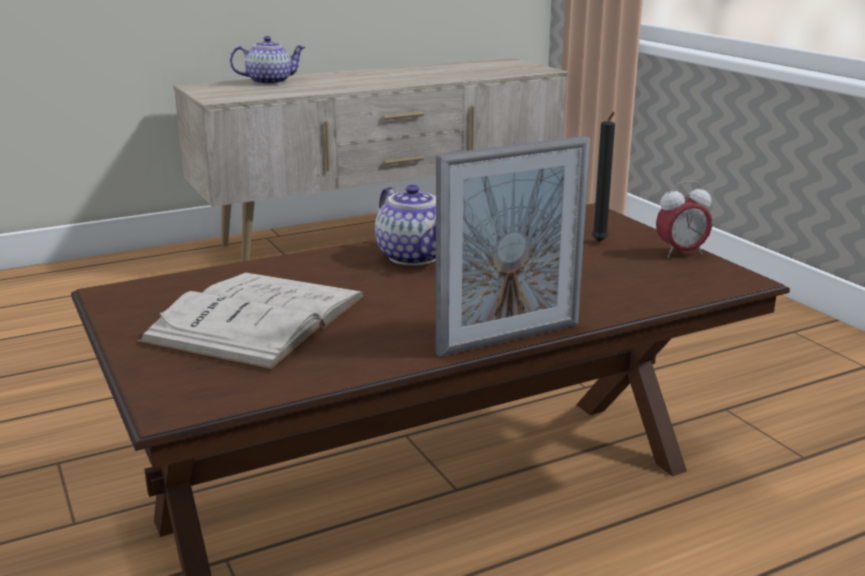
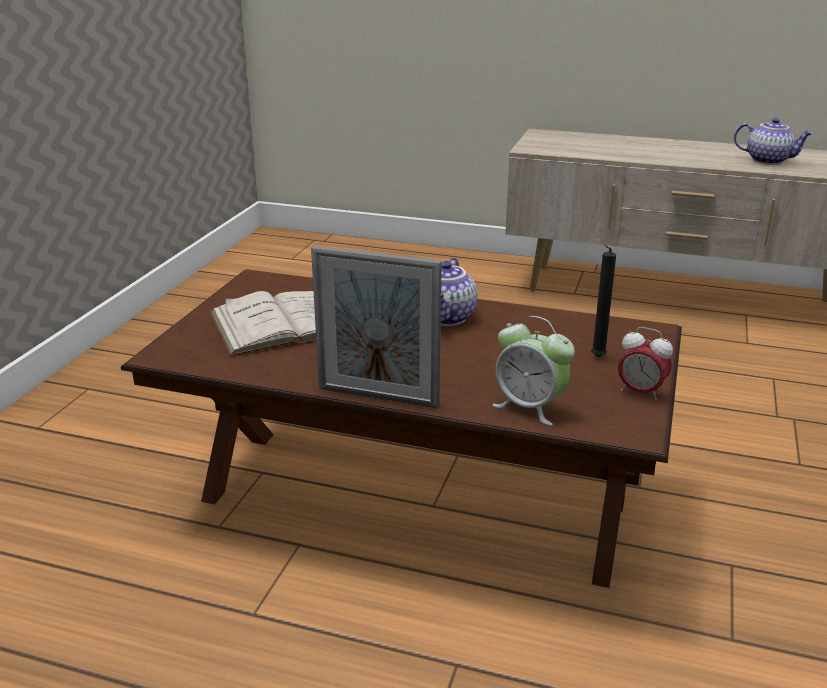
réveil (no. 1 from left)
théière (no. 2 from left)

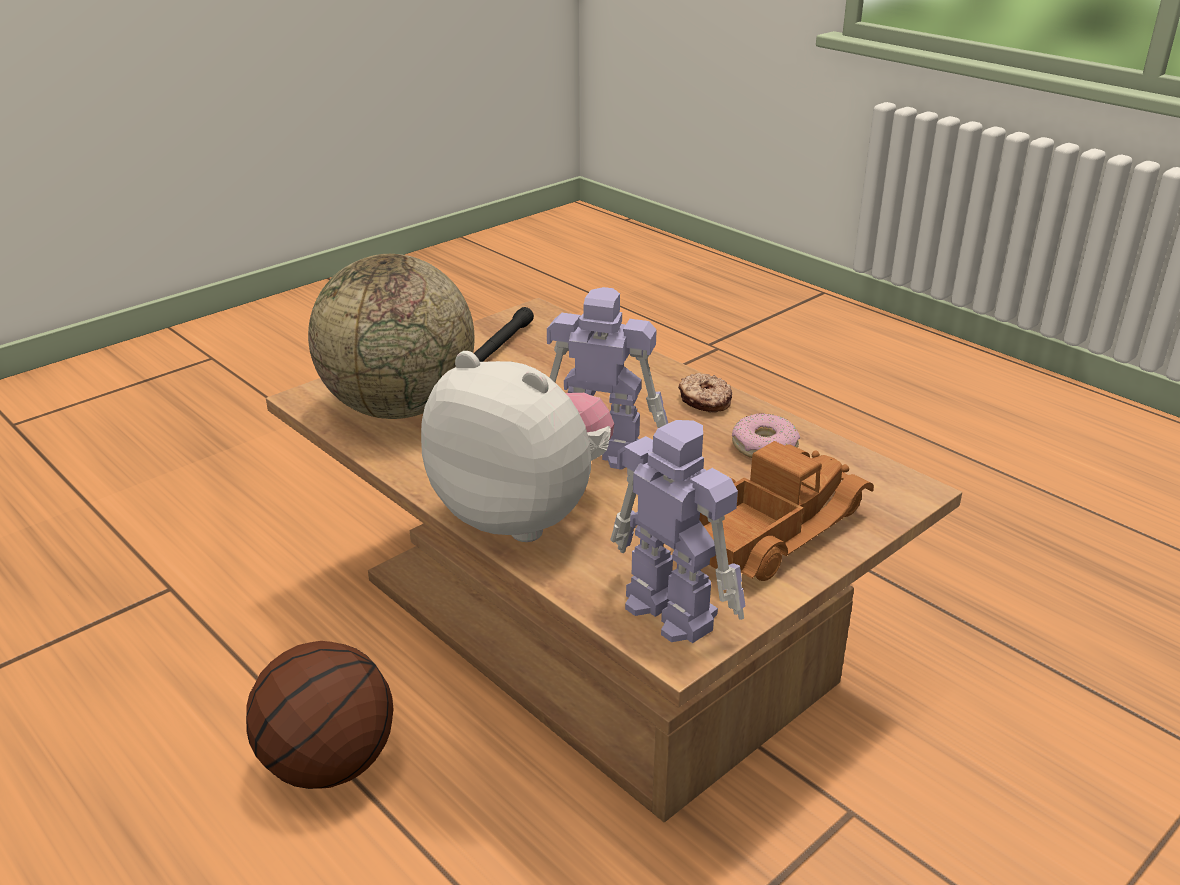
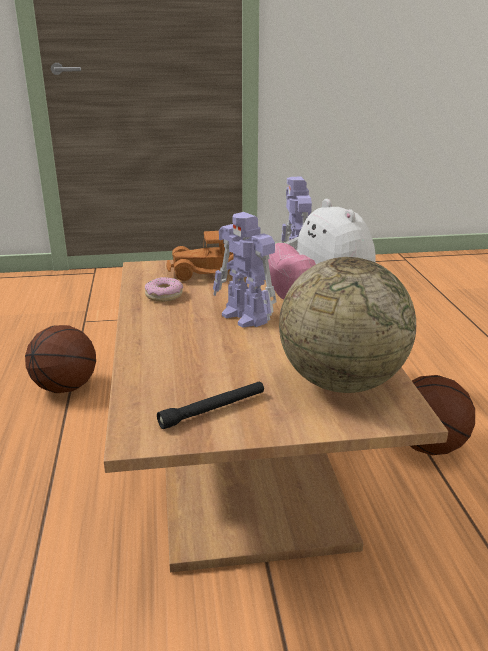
beignet (no. 1 from left in the first image)
ballon de basket (no. 1 from left)

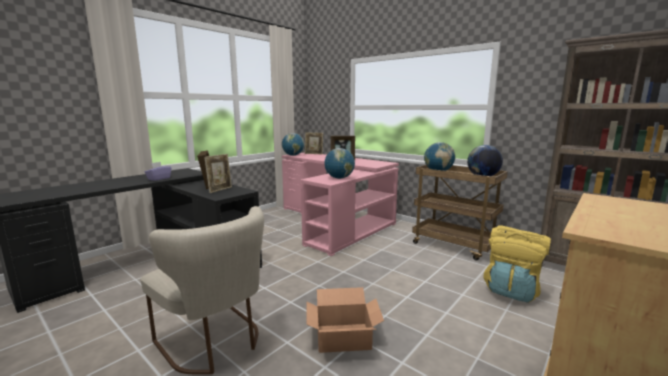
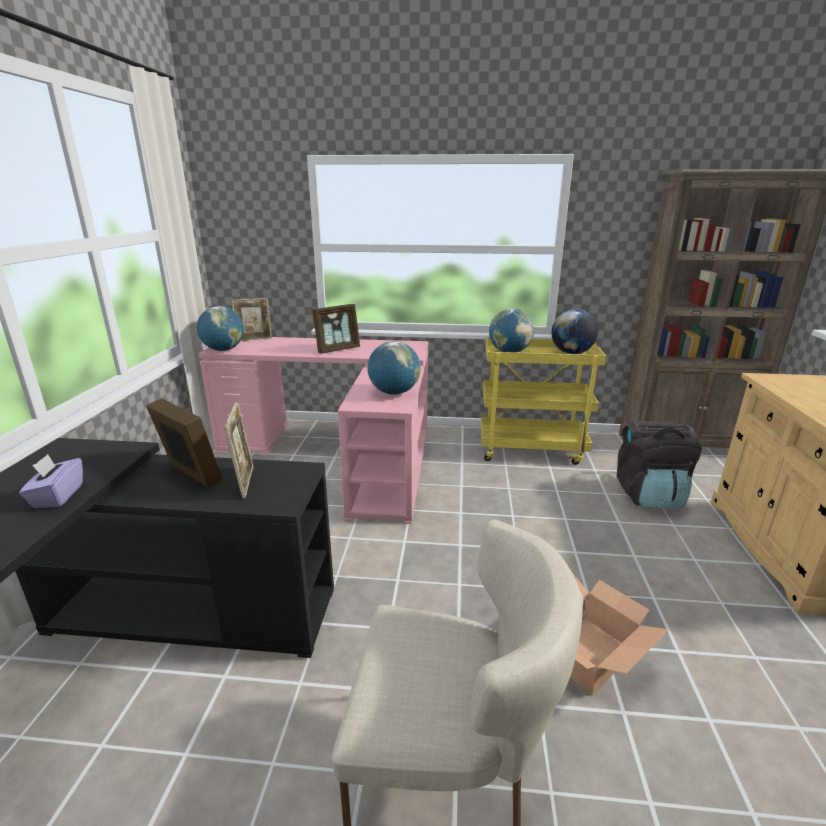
chariot [jaune]
sac à dos [noir]

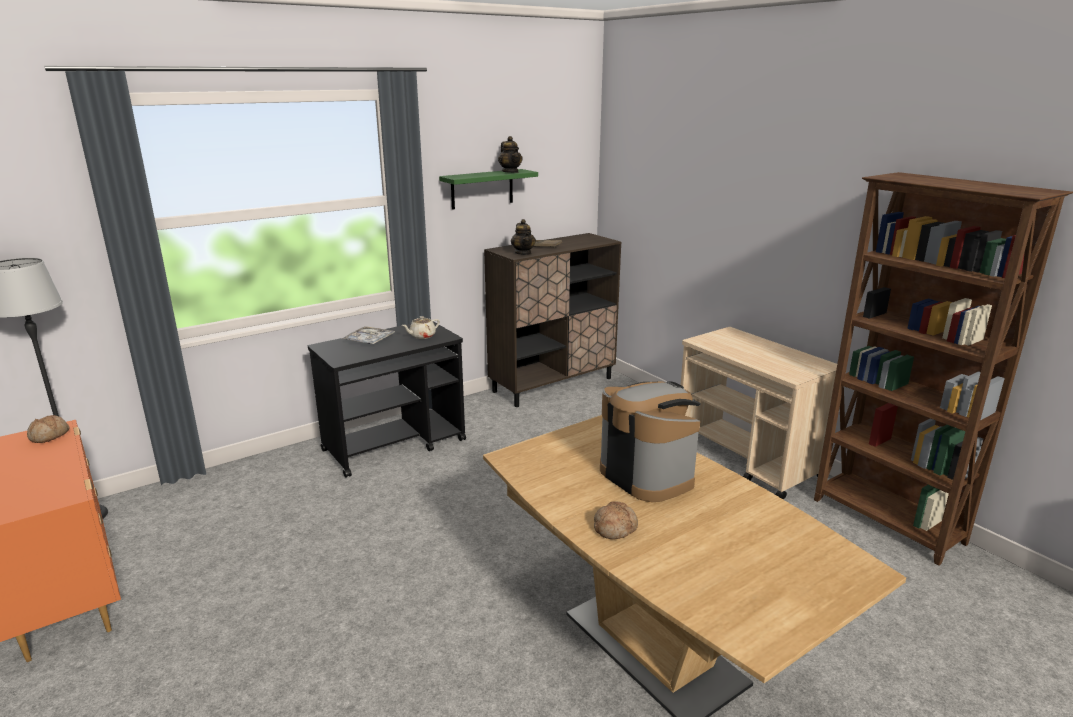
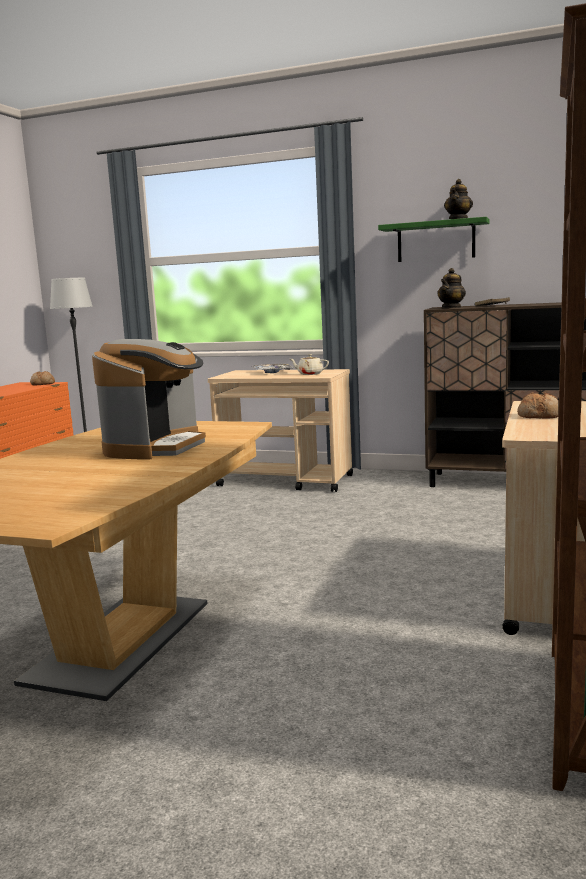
pain (no. 2 from left)
chariot [beige] (no. 1 from left)

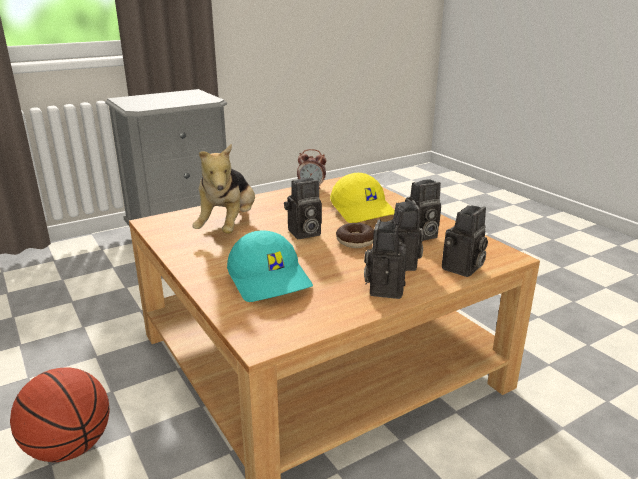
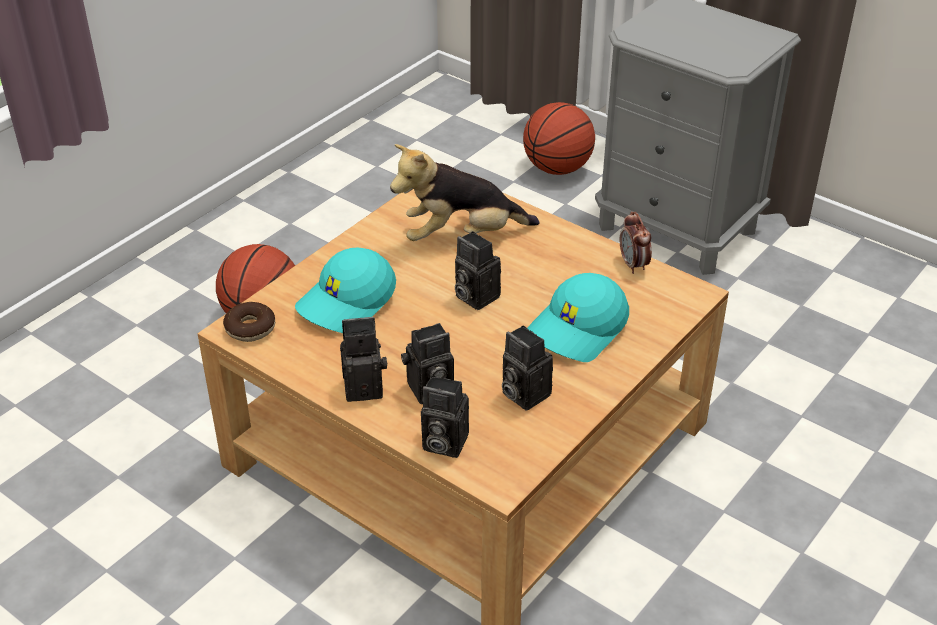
ballon de basket (no. 2 from left)
beignet
casquette [turquoise] (no. 2 from left)

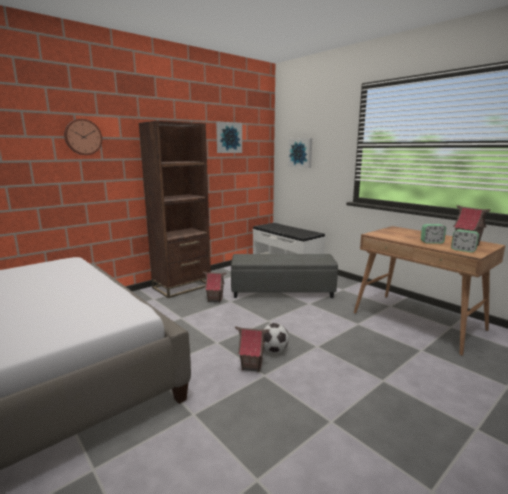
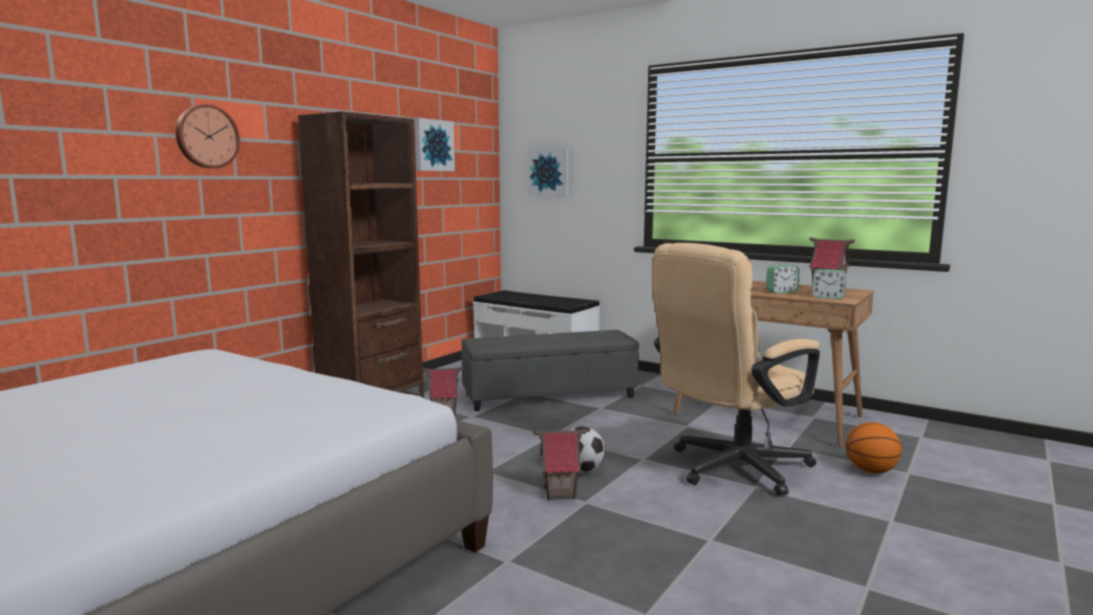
chaise de bureau [beige]
ballon de basket

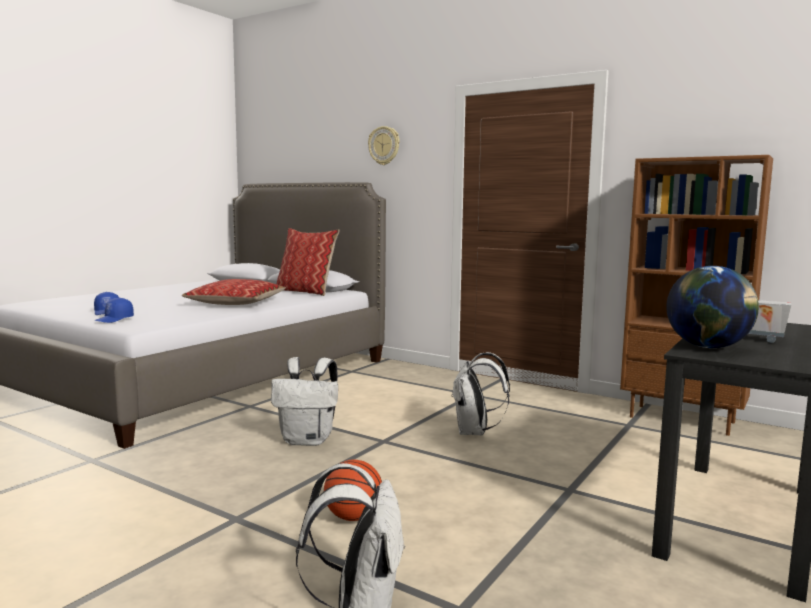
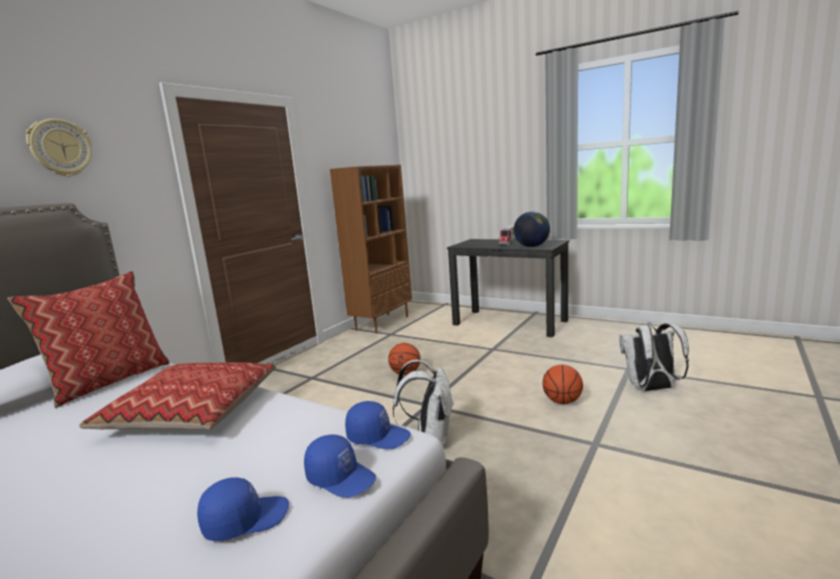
casquette [bleu] (no. 3 from left)
ballon de basket (no. 1 from left)

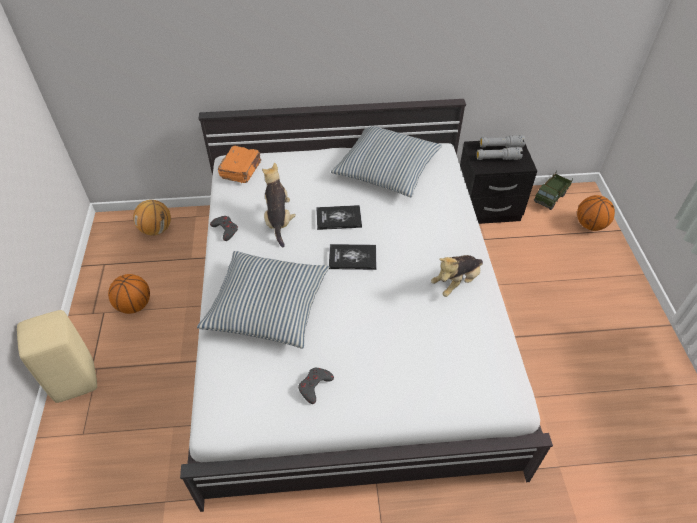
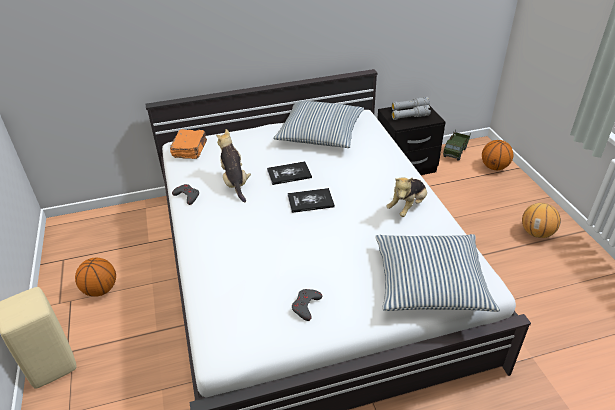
ballon de basket (no. 3 from left)
coussin (no. 2 from left)

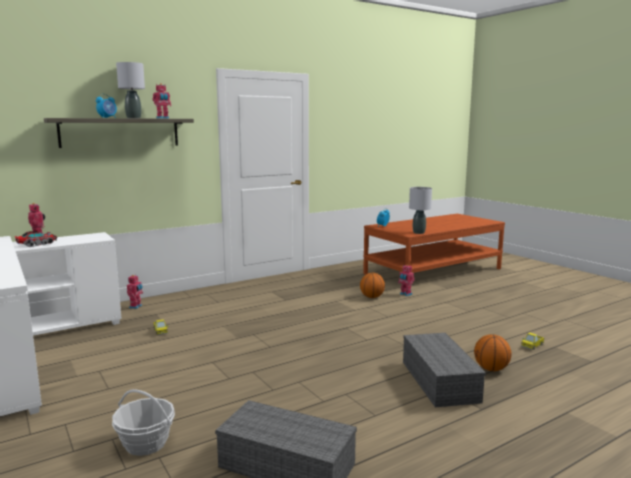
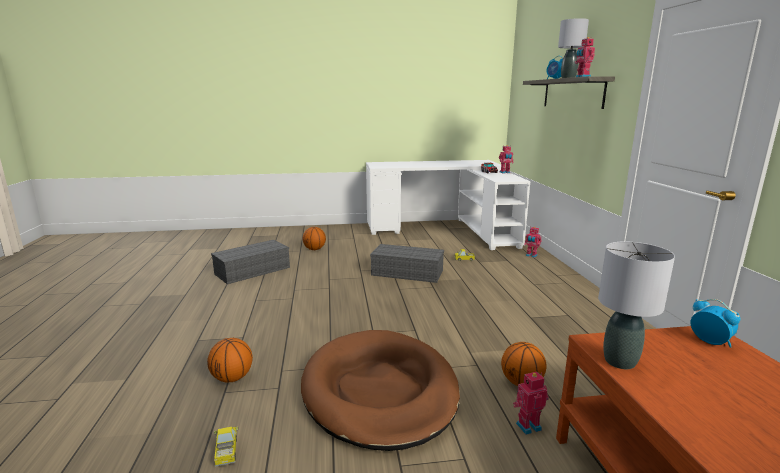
panier pour chien [marron]
boîte de rangement [gris] (no. 2 from left)
ballon de basket (no. 2 from left)

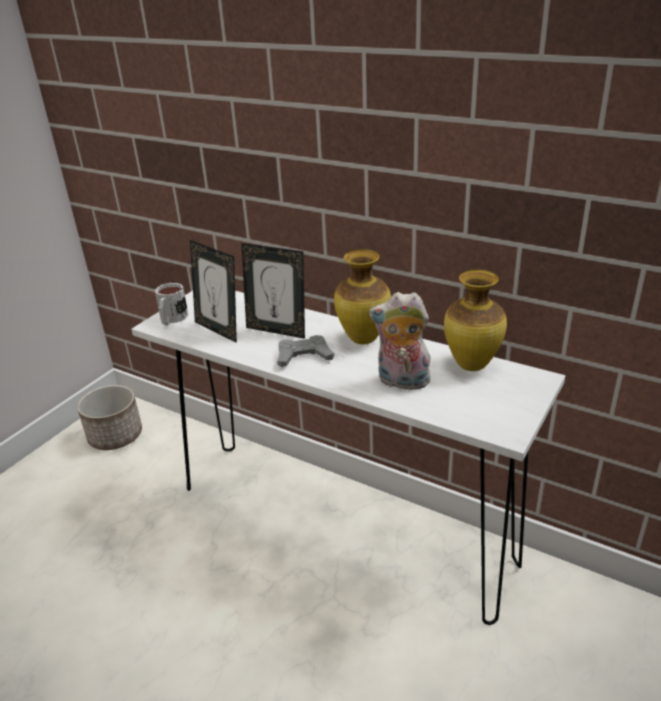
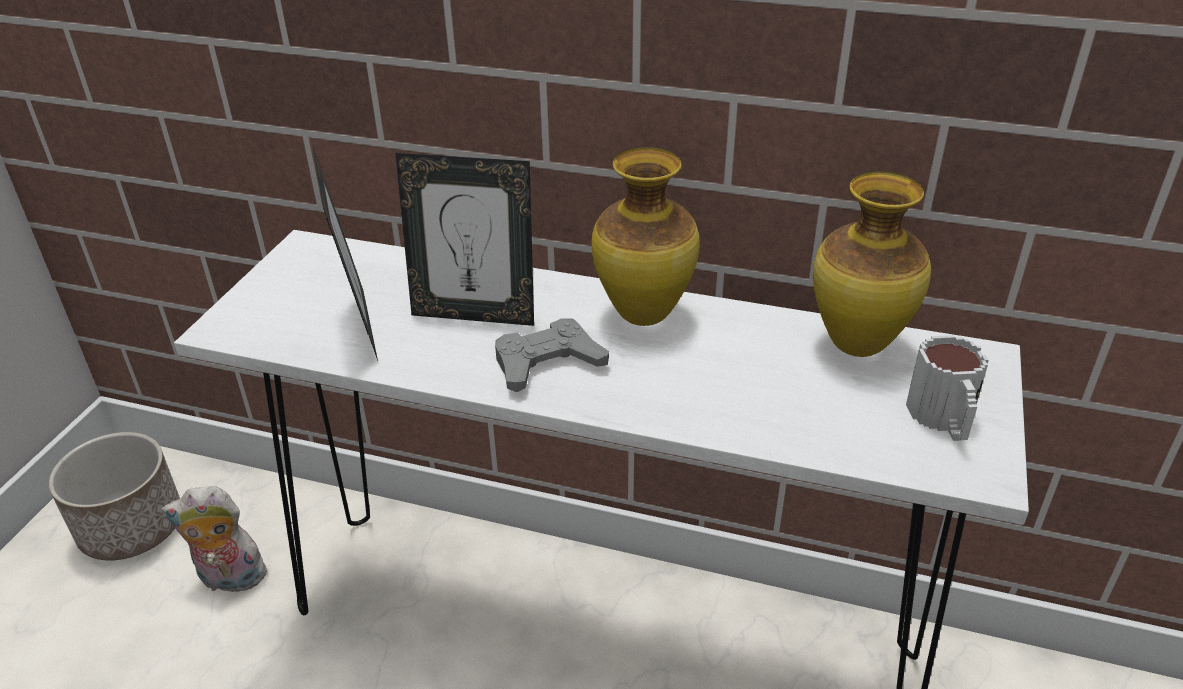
mug
peluche
cadre photo (no. 1 from left)

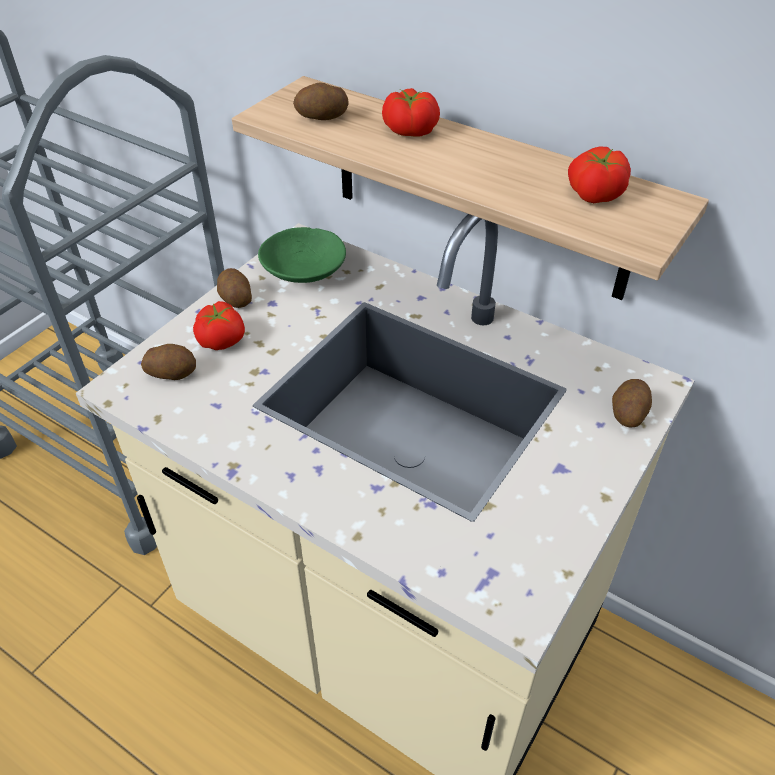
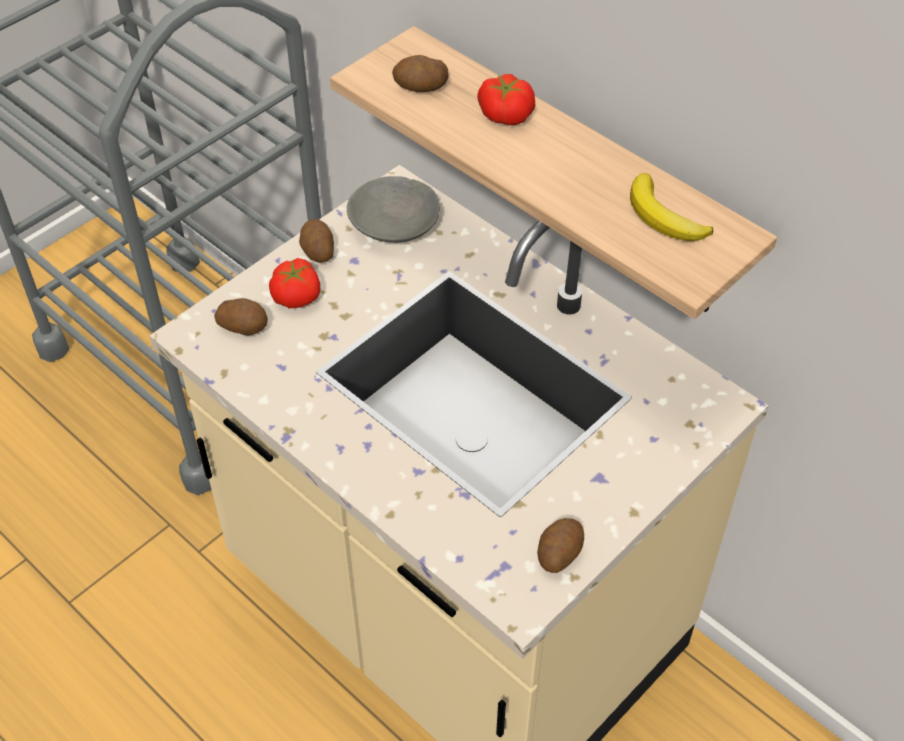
pomme de terre (no. 4 from left)
banane
bol [gris]

